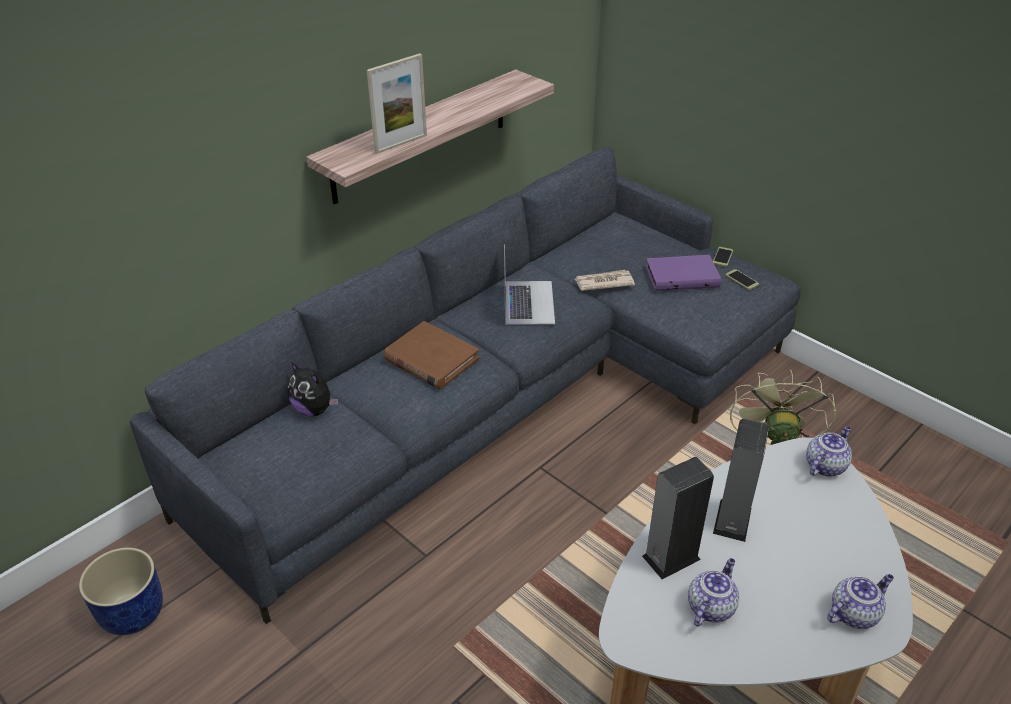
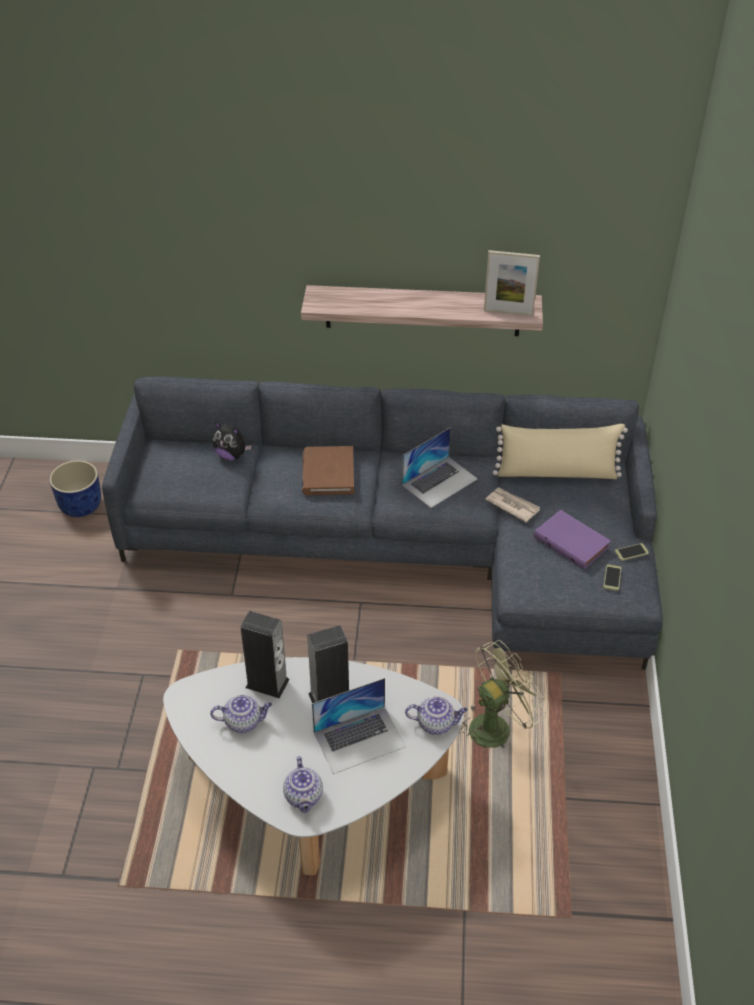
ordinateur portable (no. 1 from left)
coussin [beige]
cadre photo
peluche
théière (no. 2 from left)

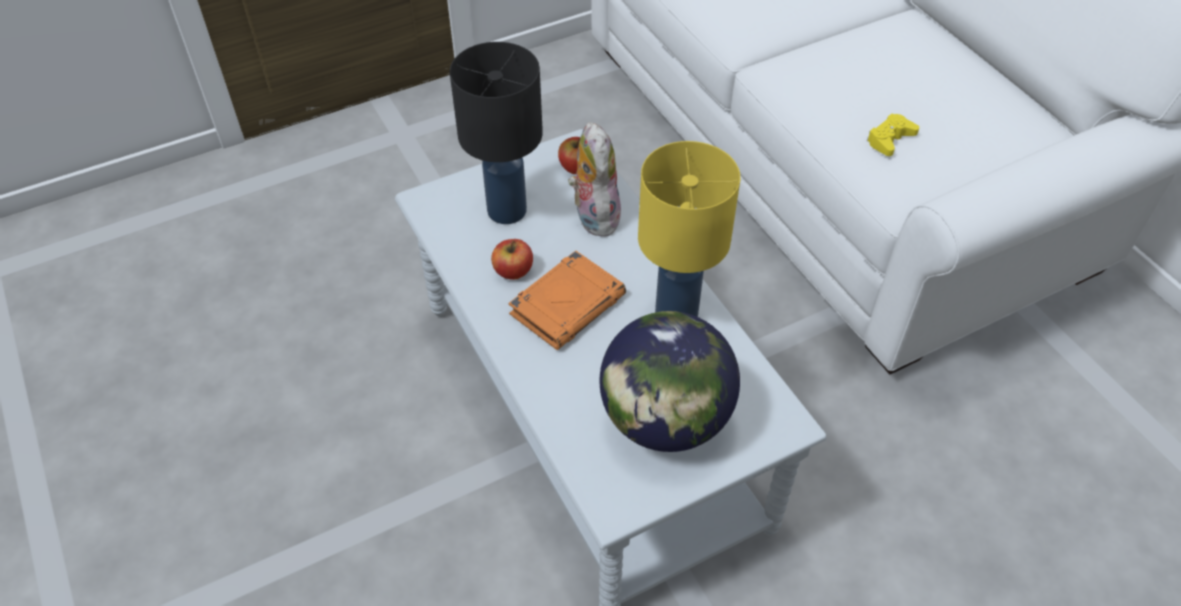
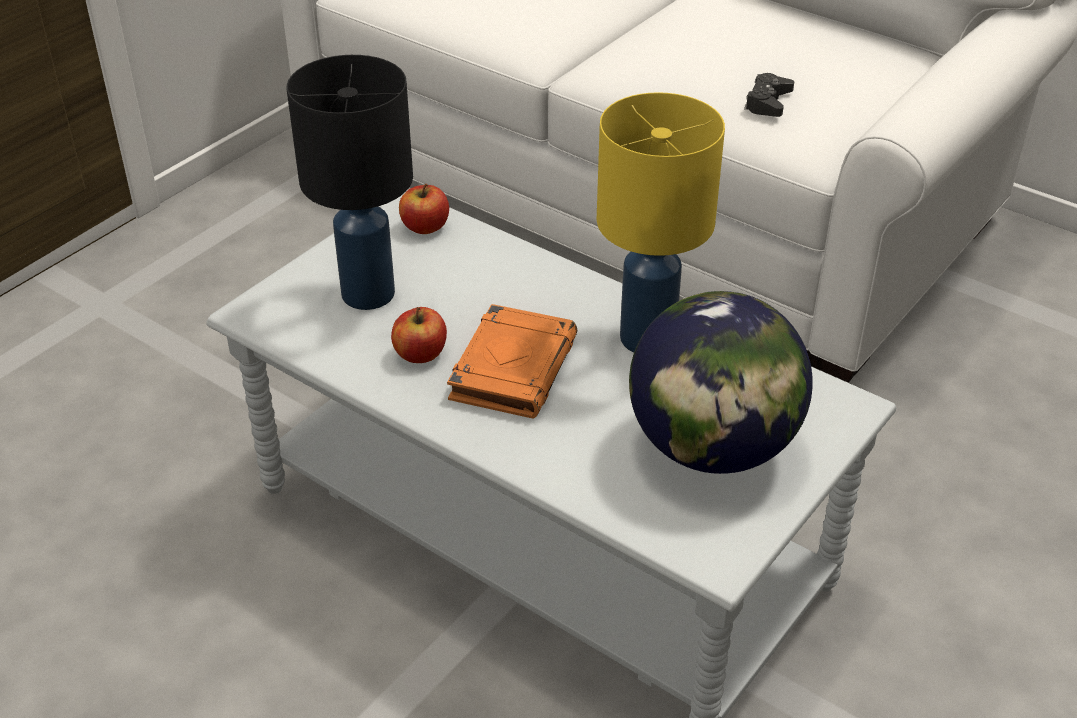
peluche
manette [noir]

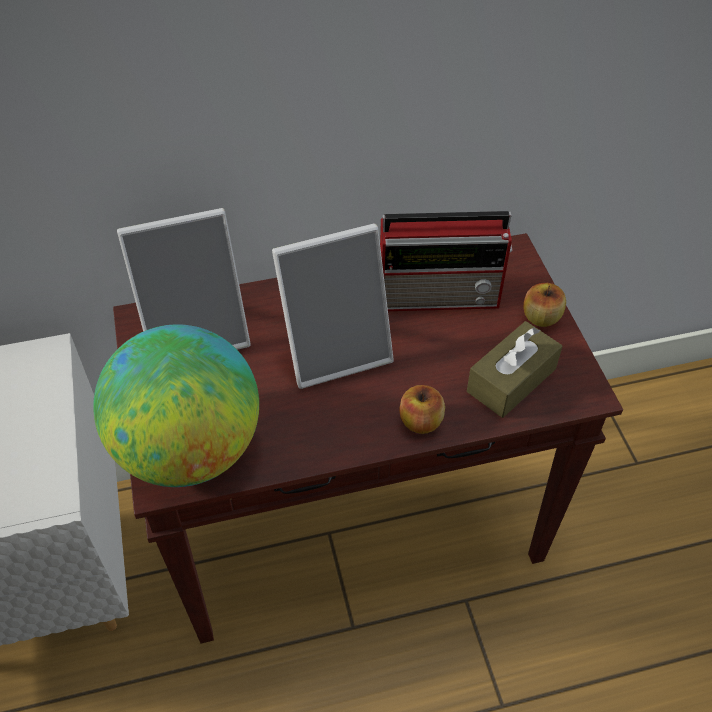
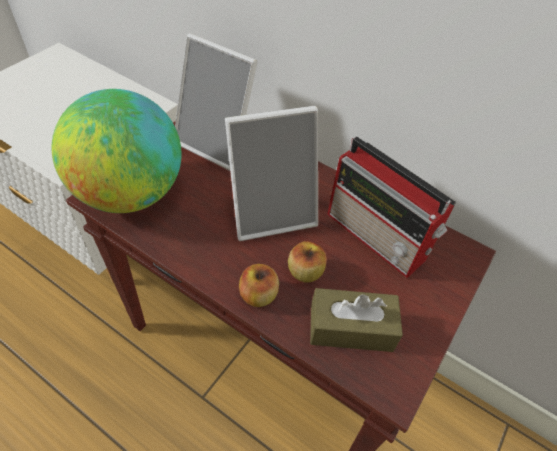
pomme (no. 2 from left)
cadre photo (no. 2 from left)

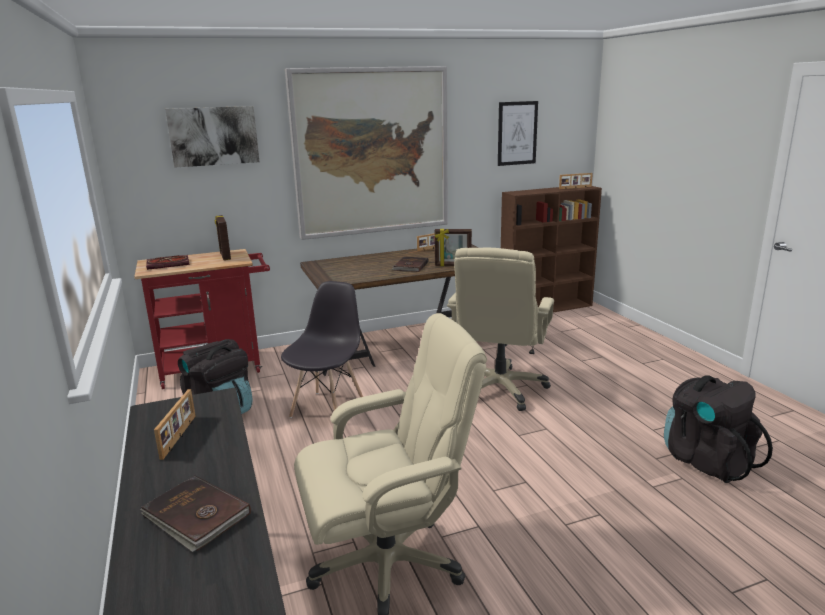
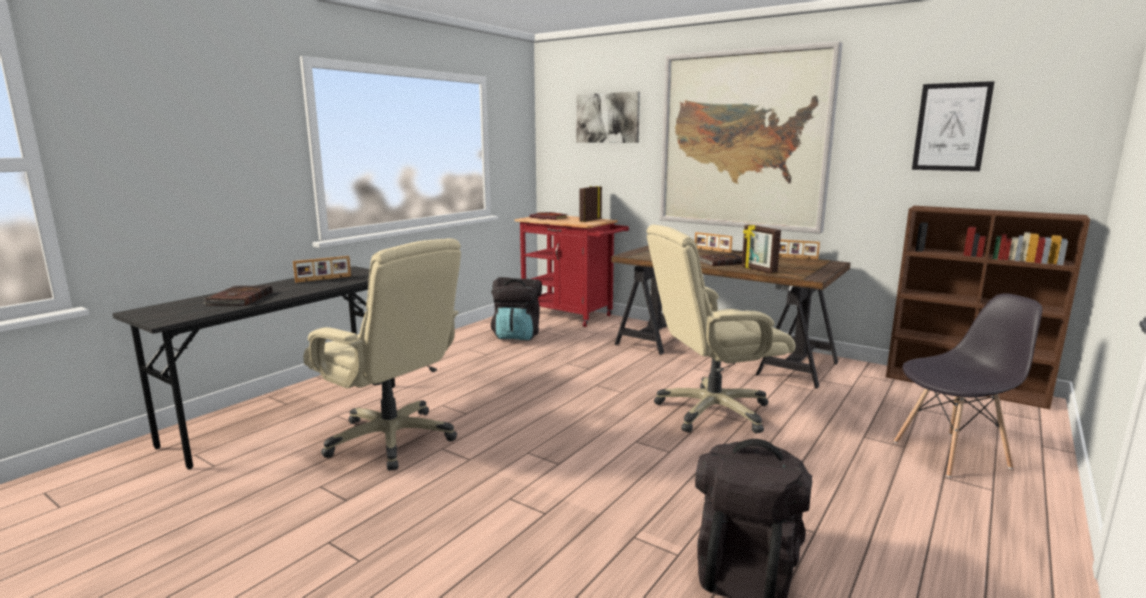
chaise [gris]
cadre photo (no. 3 from left)

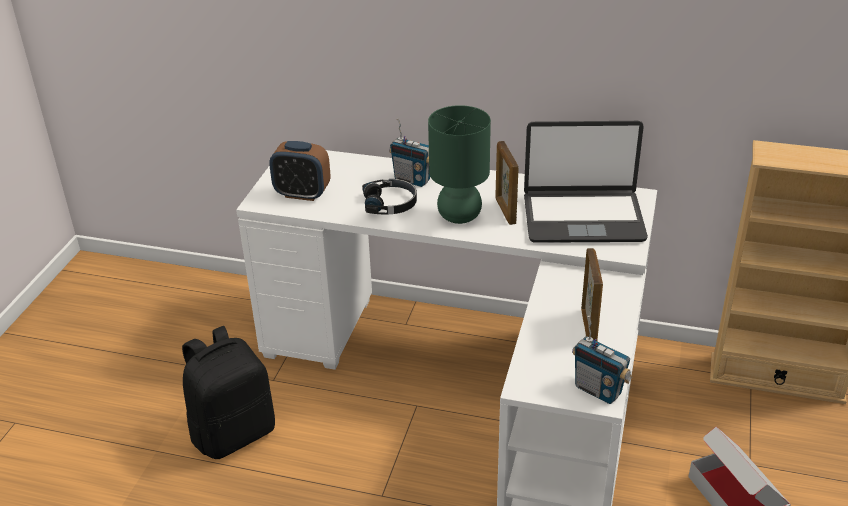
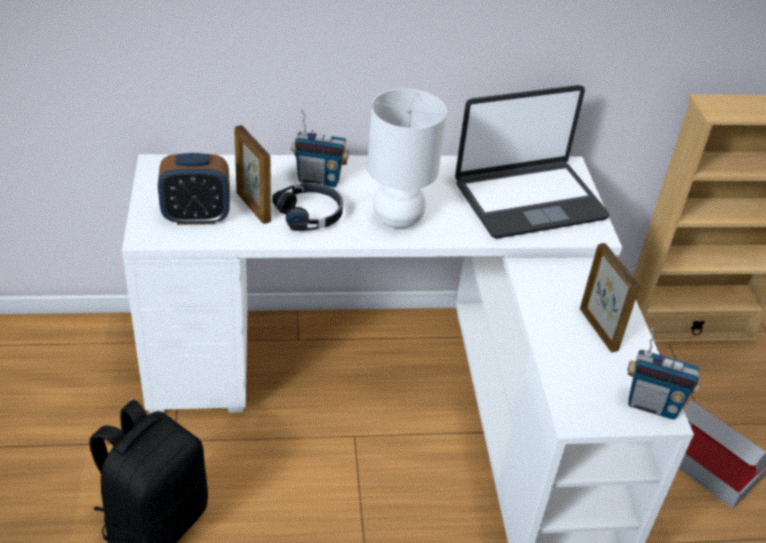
cadre photo (no. 1 from left)
lampe de table [blanc]

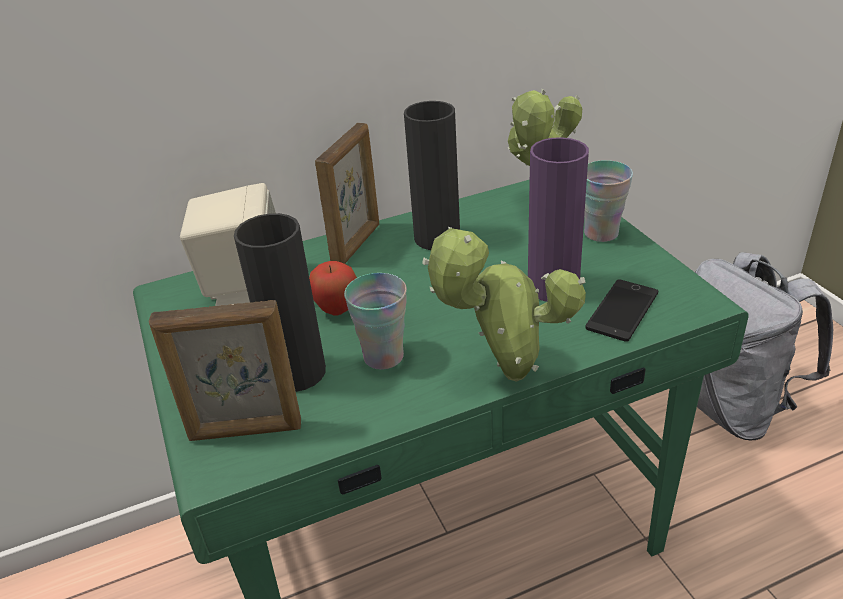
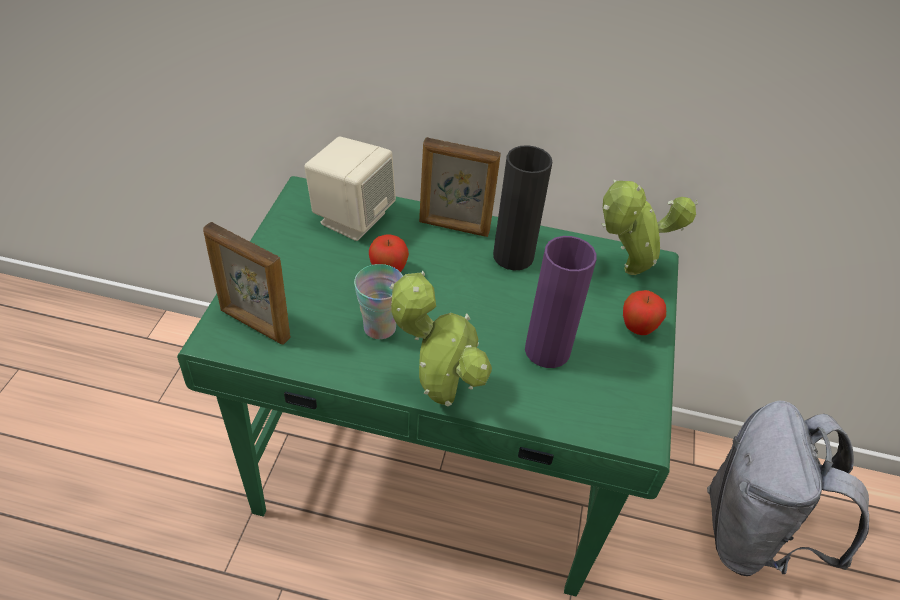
vase [noir] (no. 1 from left in the first image)
téléphone
pomme (no. 2 from left)
cadre photo (no. 2 from left)

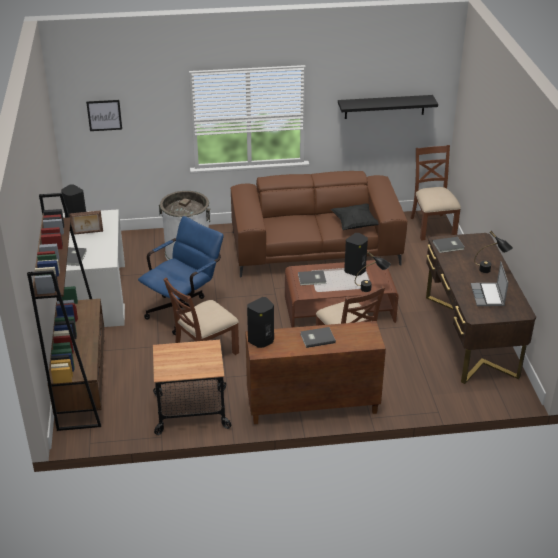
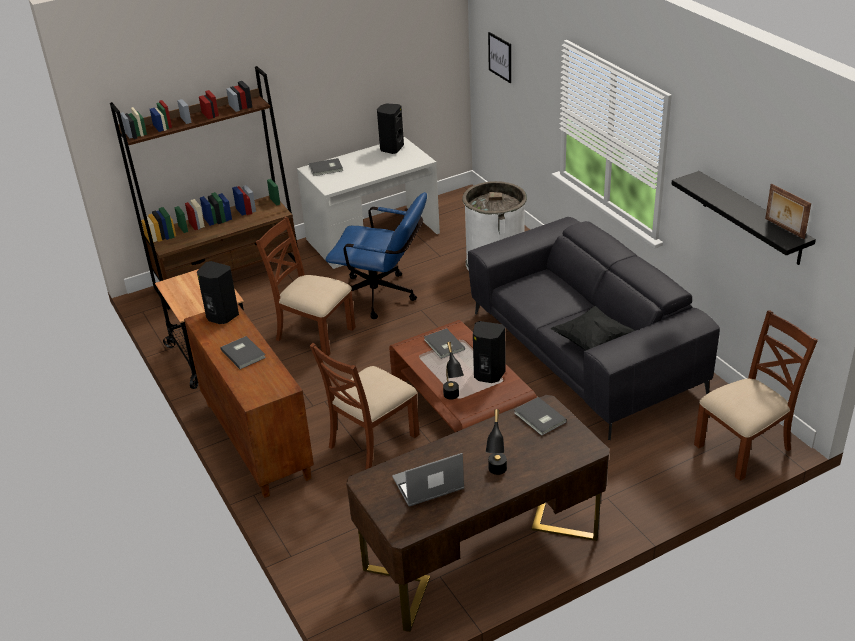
cadre photo
canapé [gris]

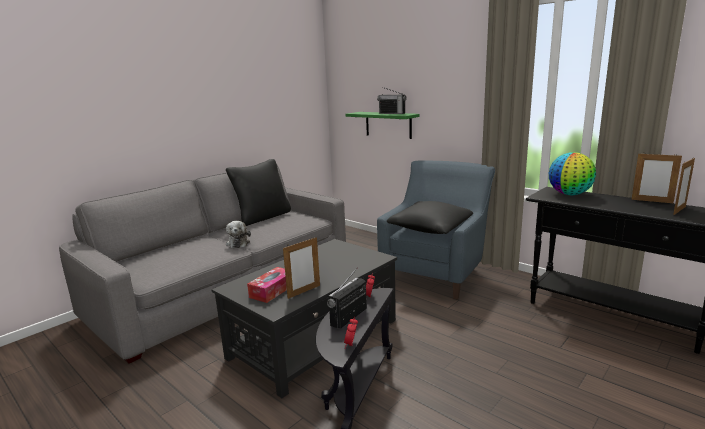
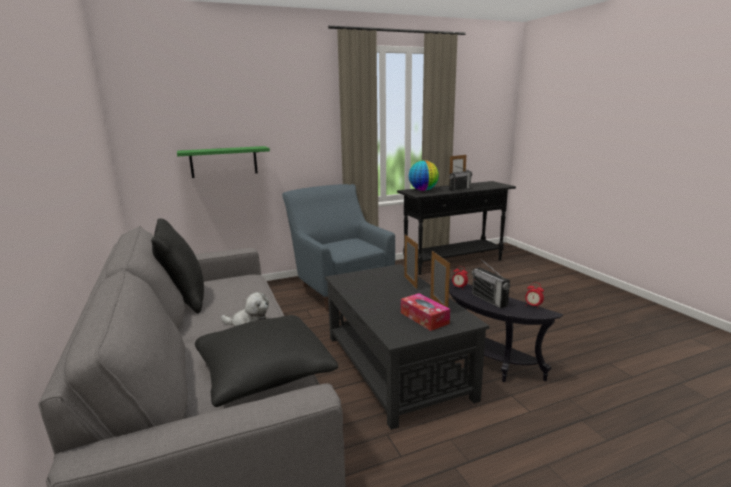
radio (no. 1 from left)
coussin [noir] (no. 2 from left)
cadre photo (no. 1 from left)

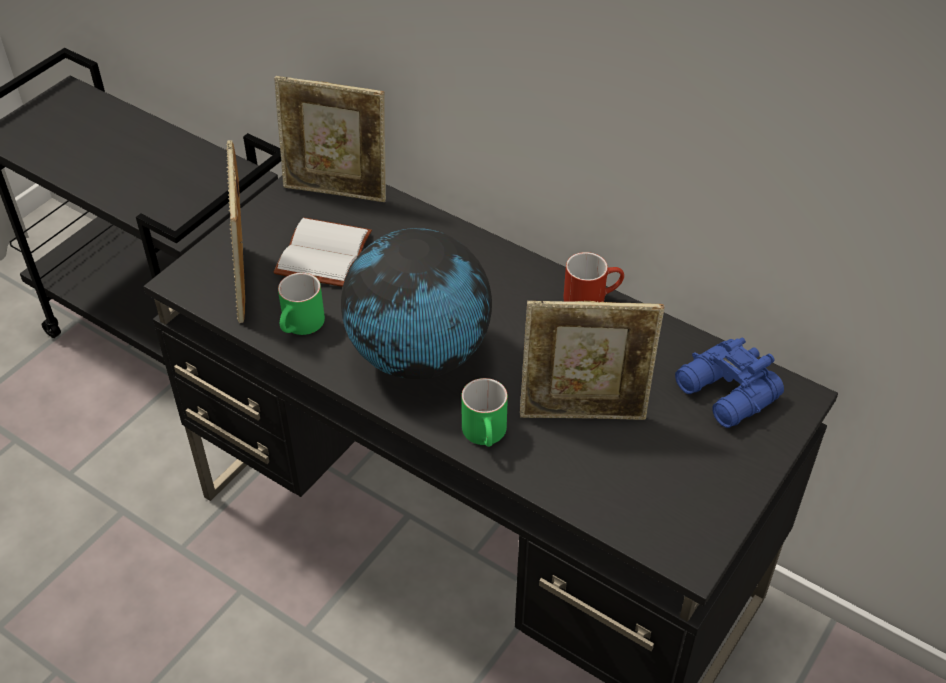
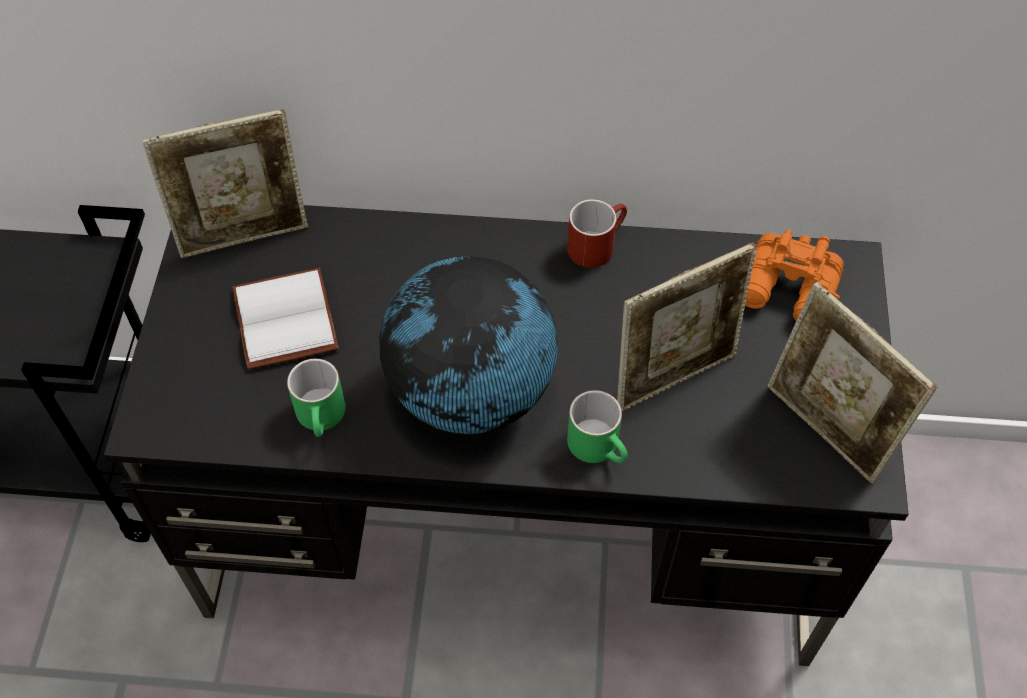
cadre photo (no. 3 from left)
jumelles [orange]

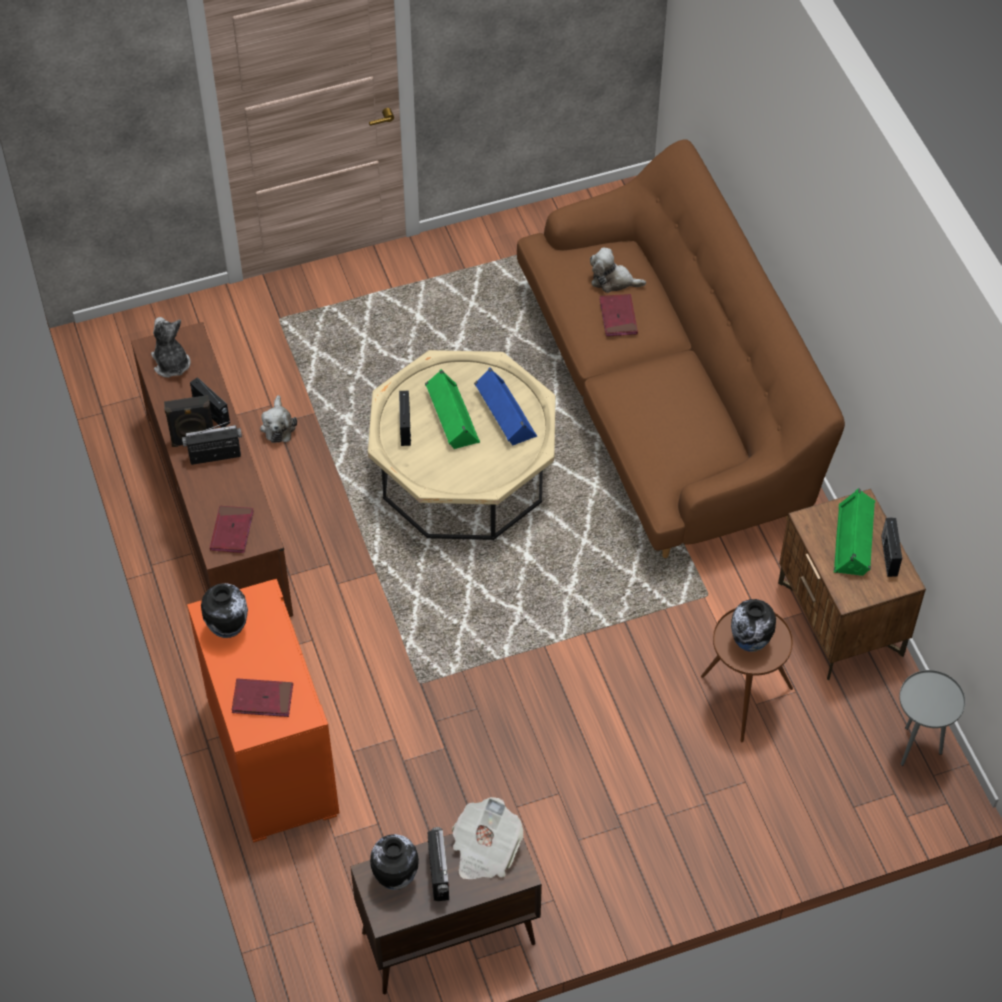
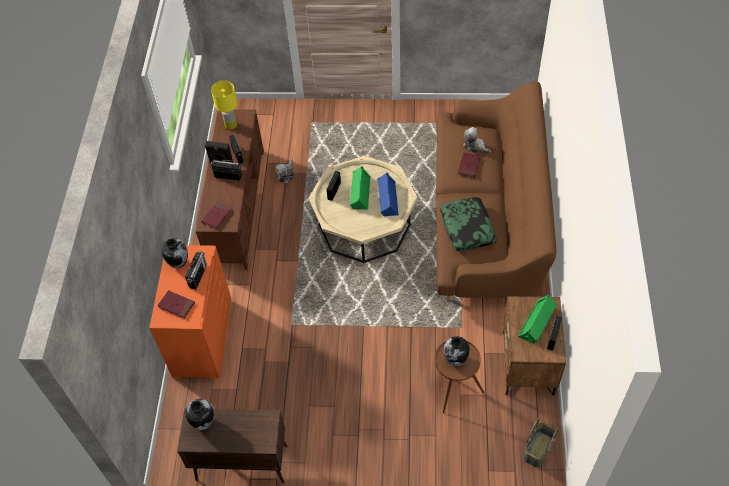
journal
coussin
radio (no. 1 from left)
lampe de table [jaune]
panier

